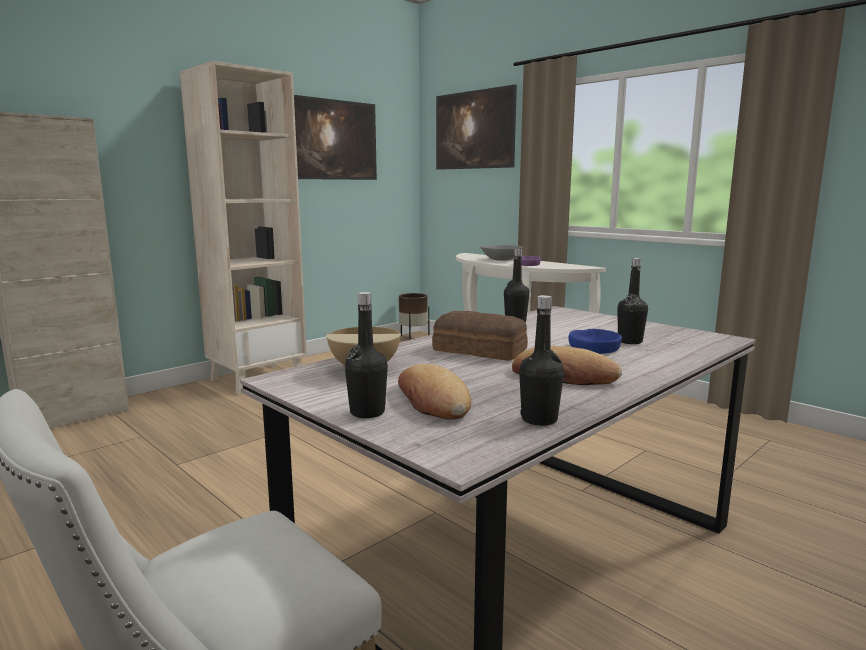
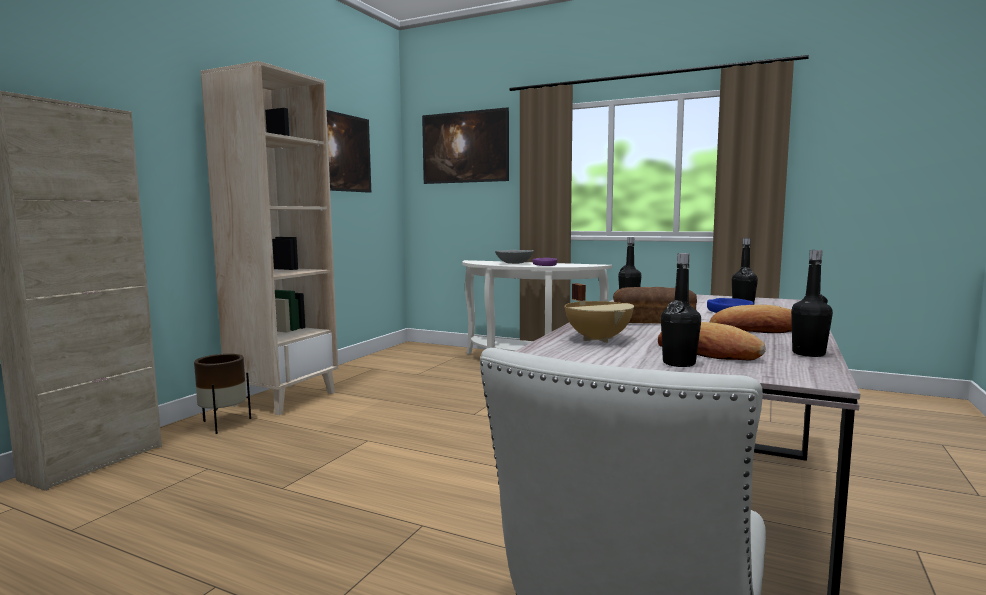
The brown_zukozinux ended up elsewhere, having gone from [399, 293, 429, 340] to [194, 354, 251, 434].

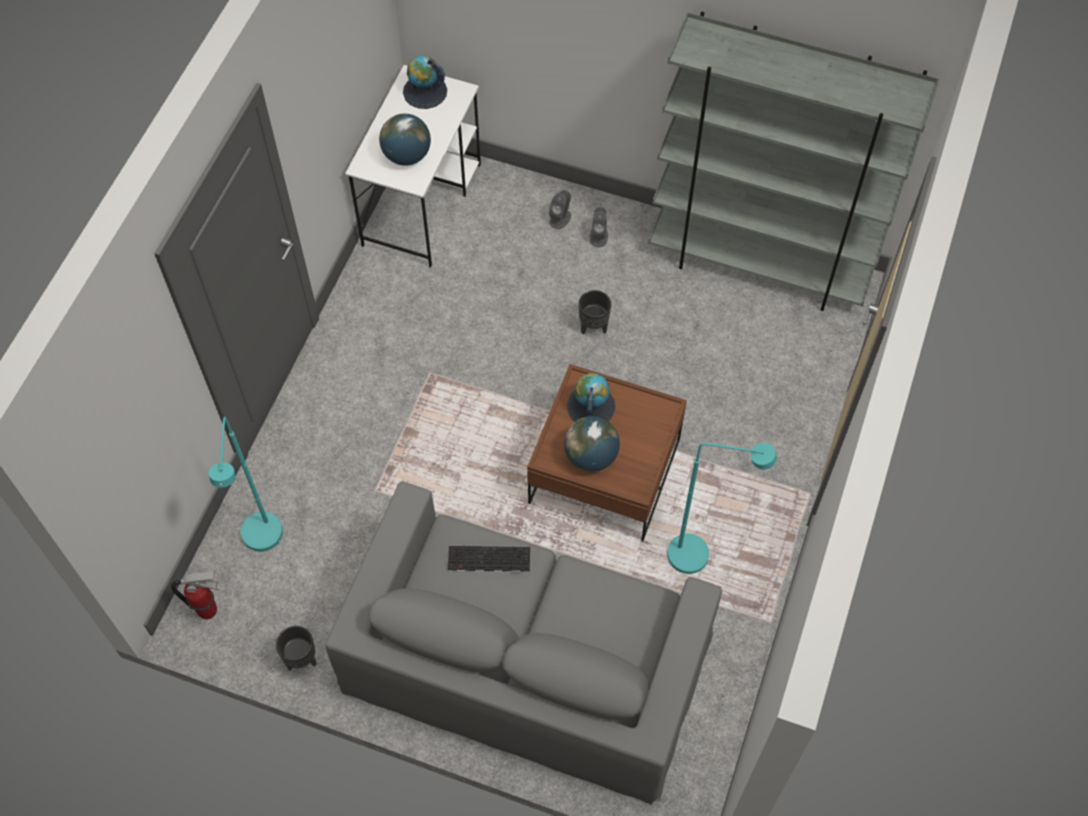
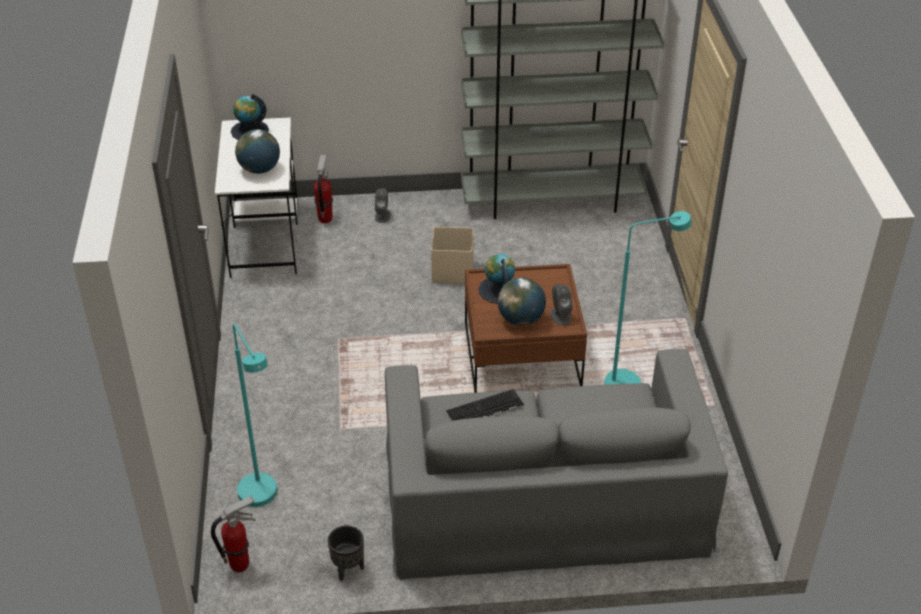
The second view gained the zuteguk at [314, 154, 333, 223].
The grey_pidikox ended up elsewhere, having gone from [590, 207, 608, 247] to [550, 284, 573, 325].
Where the black_zukozinux stood at [579, 290, 611, 334], the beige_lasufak came to stand at [431, 227, 474, 284].

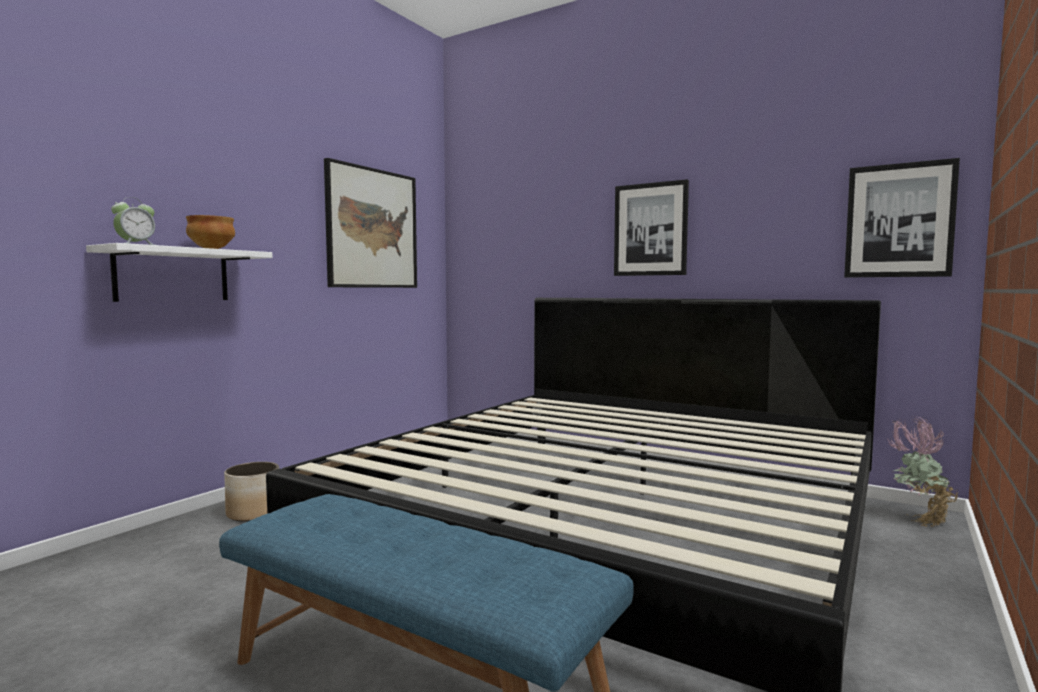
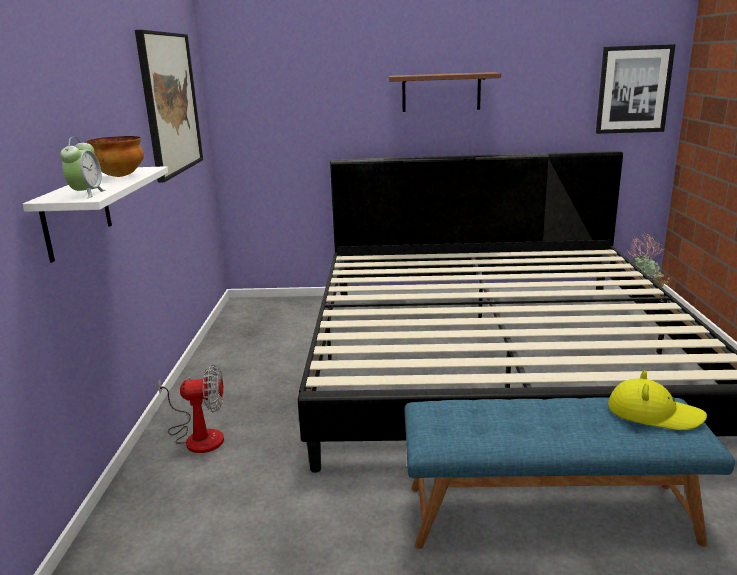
The second view gained the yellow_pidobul at [608, 370, 707, 430].
Where the zukozinux stood at [224, 462, 279, 522], the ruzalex came to stand at [158, 365, 224, 453].
Where the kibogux hung at [614, 179, 689, 276], the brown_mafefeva came to hang at [389, 72, 501, 112].

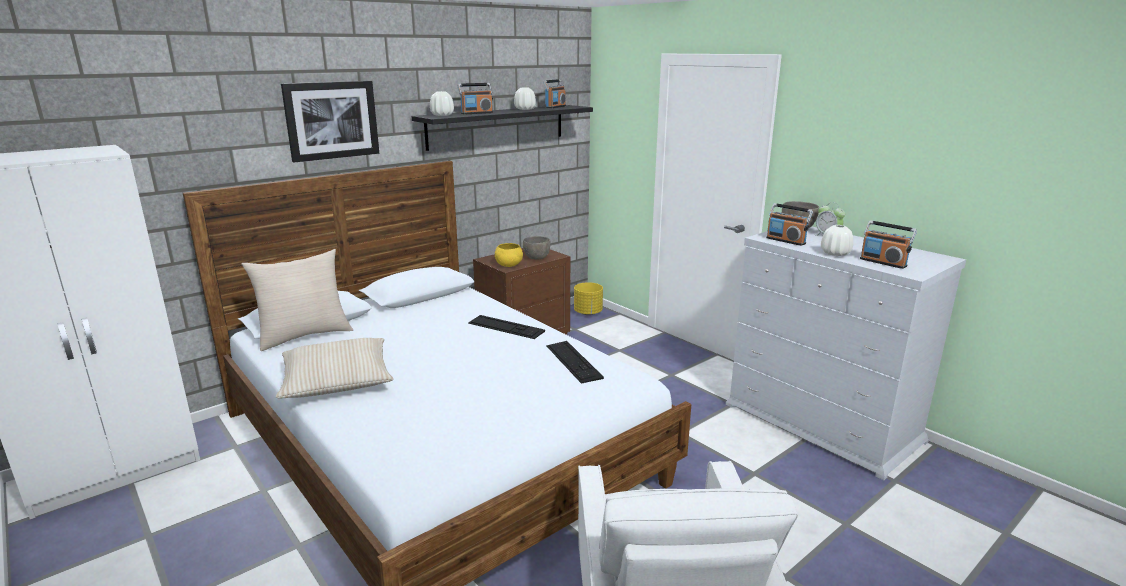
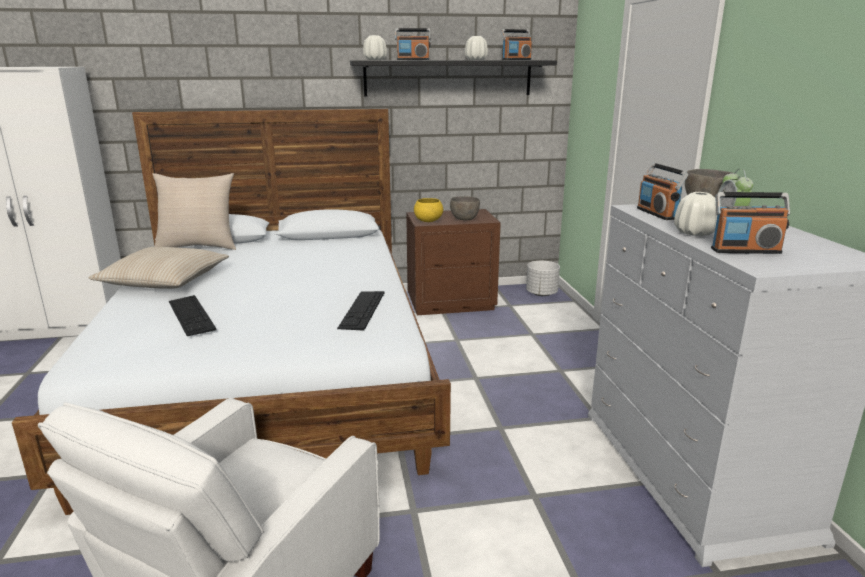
The second view lost the kibogux at [281, 81, 379, 162].
The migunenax ended up elsewhere, having gone from [468, 315, 545, 339] to [169, 295, 216, 336].
What was the yellow_zukozinux at [574, 282, 603, 315] turned into the white_zukozinux at [526, 261, 560, 296].
The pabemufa at [860, 220, 917, 269] ended up facing another way, 75 degrees counterclockwise from before.

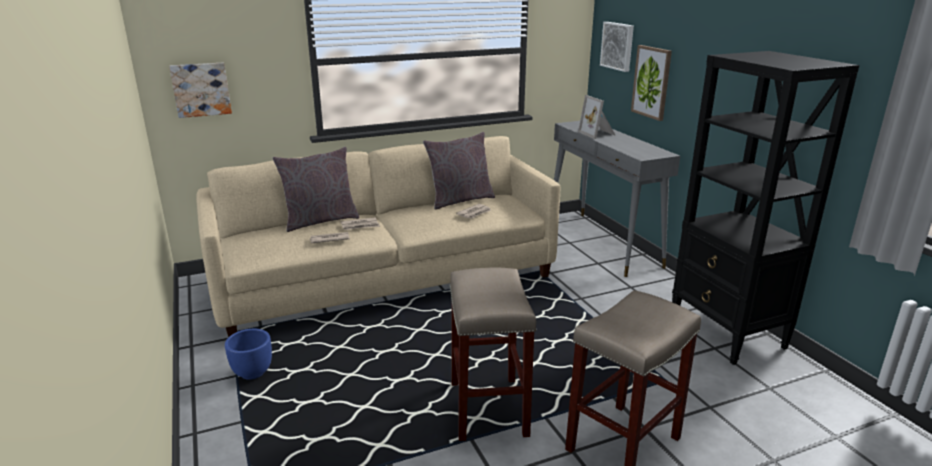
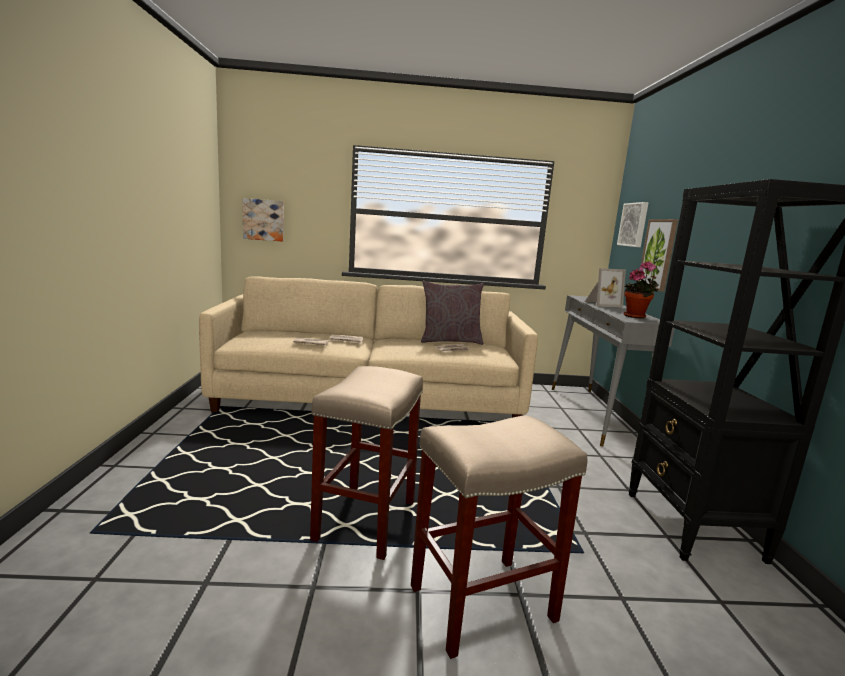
The second view lost the blue_zukozinux at [225, 329, 272, 380].
The second view lost the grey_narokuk at [273, 147, 359, 232].
The second view gained the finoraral at [623, 261, 659, 318].
The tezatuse at [578, 95, 615, 139] ended up facing another way, 105 degrees counterclockwise from before.

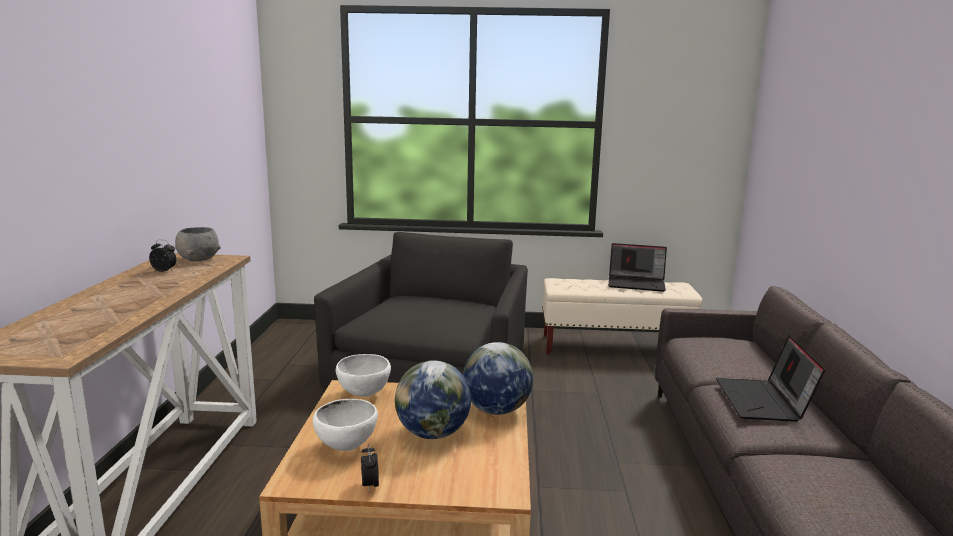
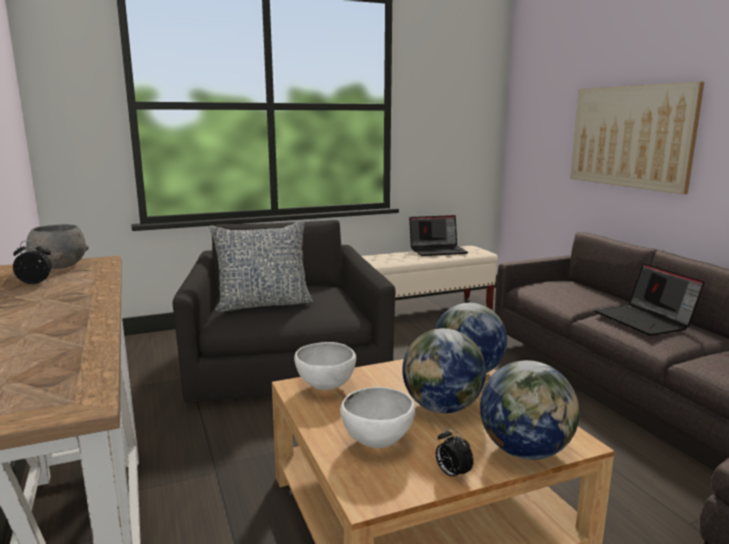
The second view gained the narokuk at [209, 221, 313, 312].
The second view gained the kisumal at [480, 360, 579, 460].
The second view gained the kibogux at [570, 82, 704, 194].

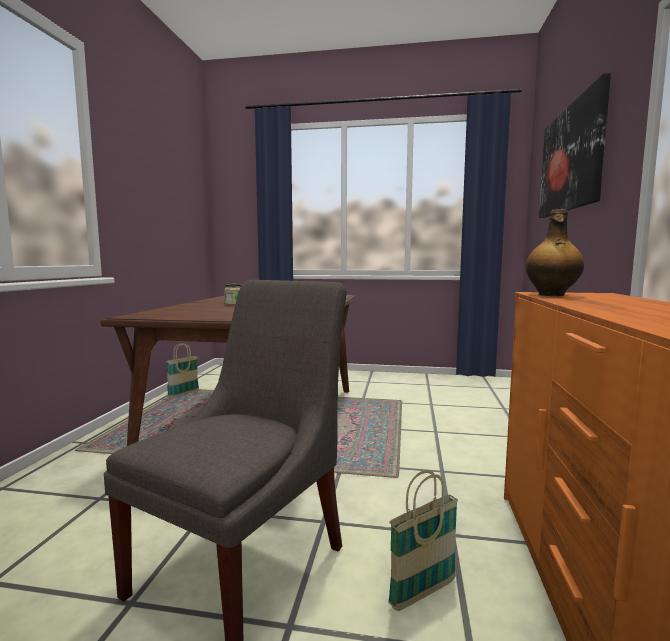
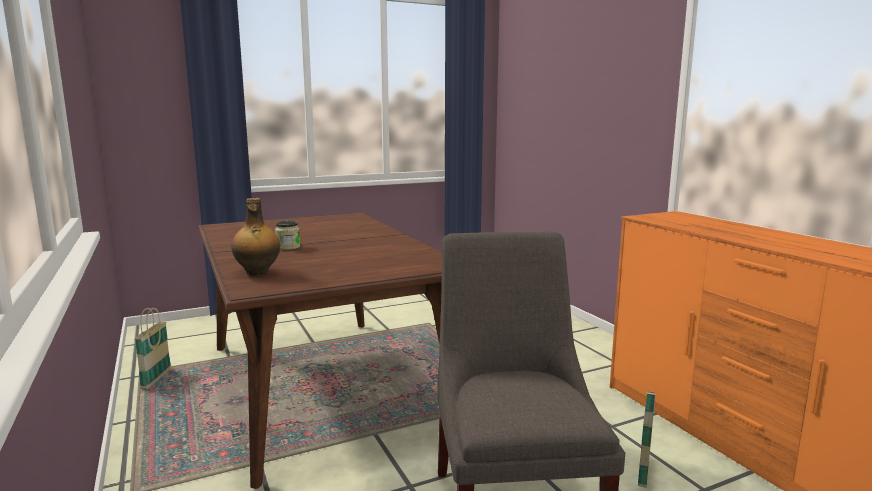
The second view lost the kibogux at [539, 73, 611, 218].
The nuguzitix ended up elsewhere, having gone from [526, 209, 584, 296] to [231, 198, 280, 276].

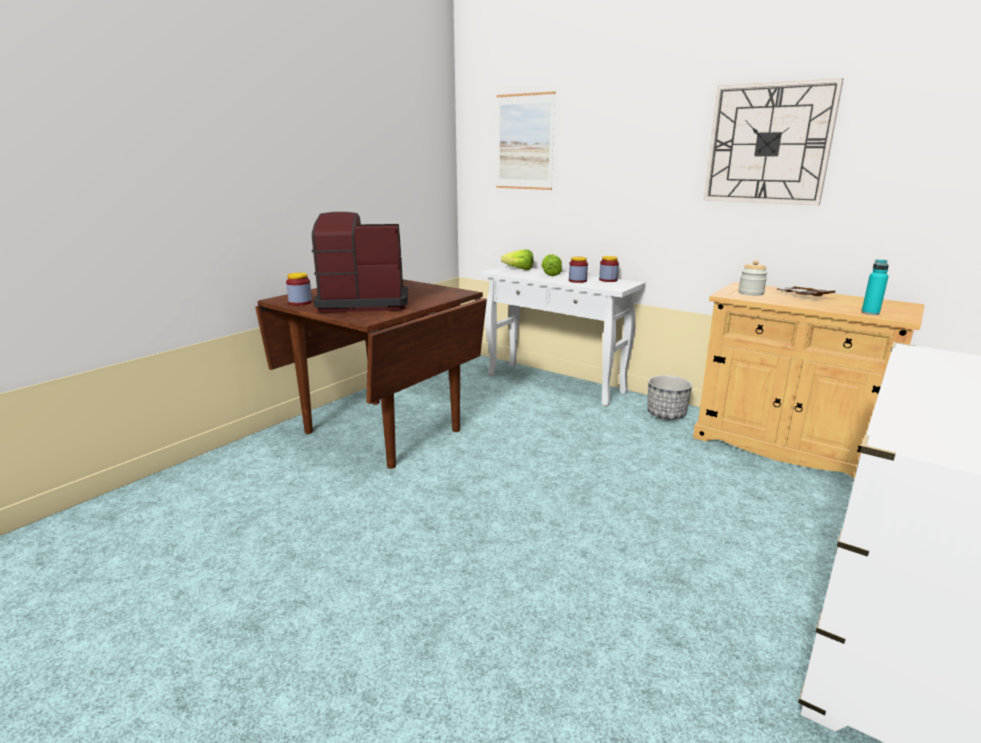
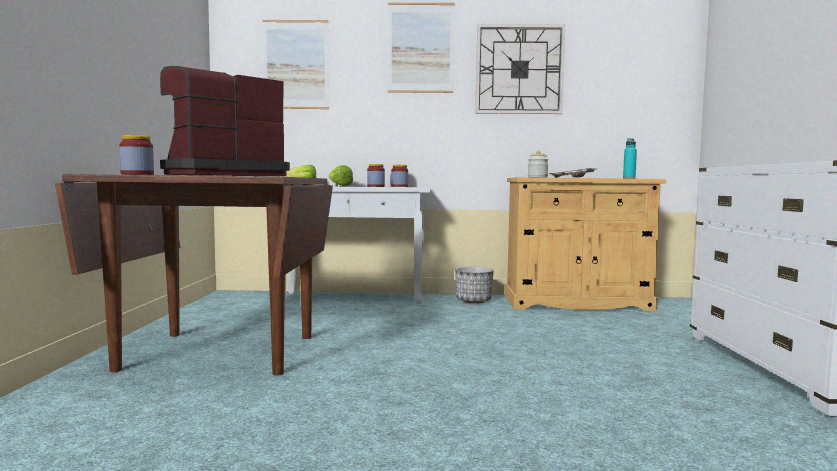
The second view gained the kibogux at [388, 3, 455, 93].

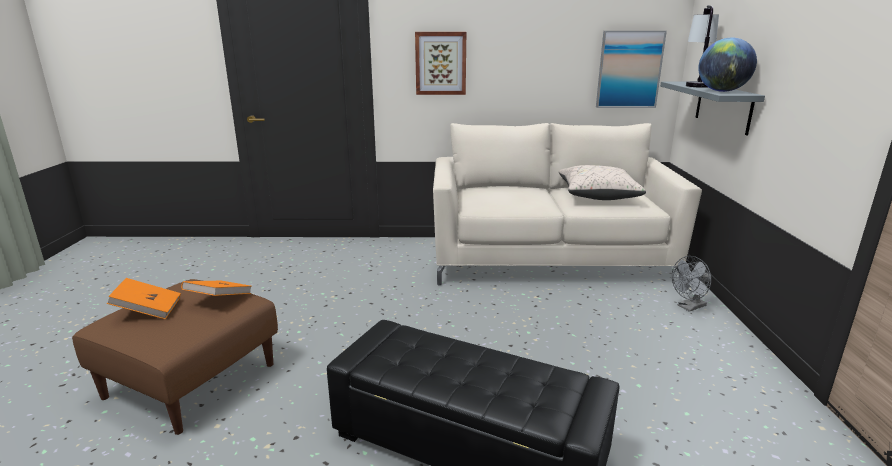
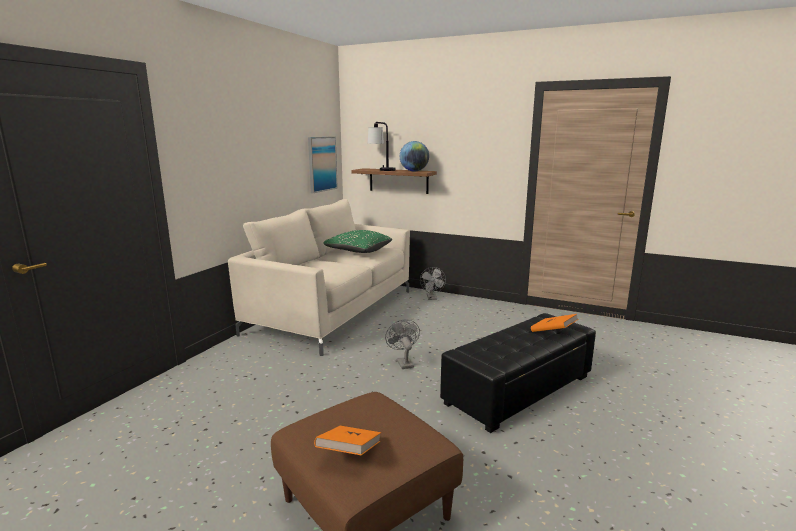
The second view lost the kibogux at [415, 32, 466, 95].
The second view gained the grey_ruzalex at [385, 319, 420, 369].
The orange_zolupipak ended up elsewhere, having gone from [181, 281, 251, 296] to [531, 314, 579, 332].
What was the beige_narokuk at [559, 165, 646, 200] turned into the green_narokuk at [323, 230, 392, 253].
What was the grey_mafefeva at [660, 82, 765, 135] turned into the brown_mafefeva at [351, 168, 437, 194].

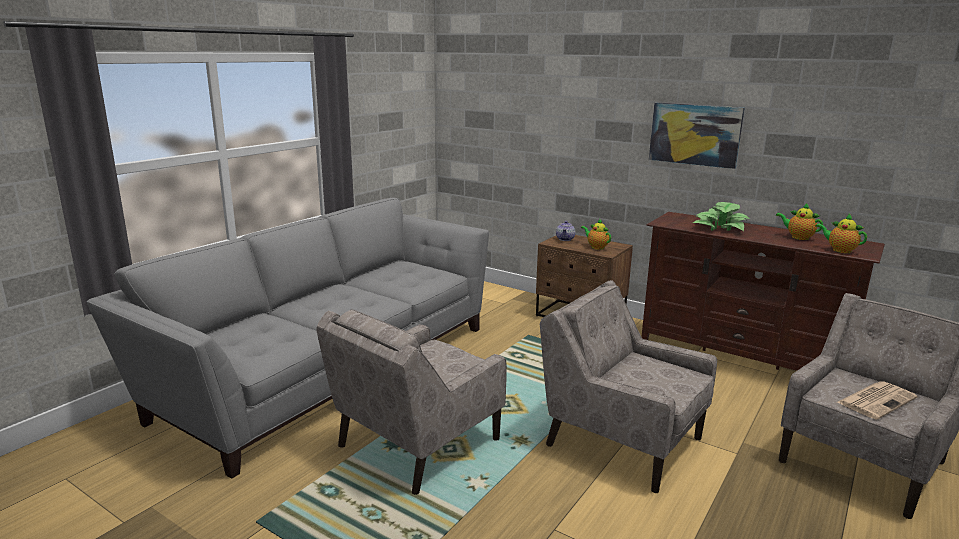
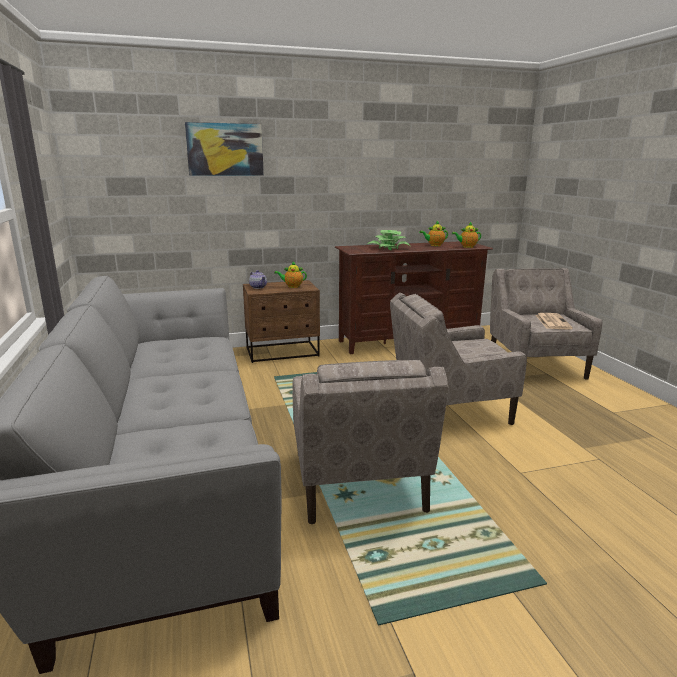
The kibogux ended up elsewhere, having gone from [649, 103, 745, 169] to [185, 122, 264, 176].

